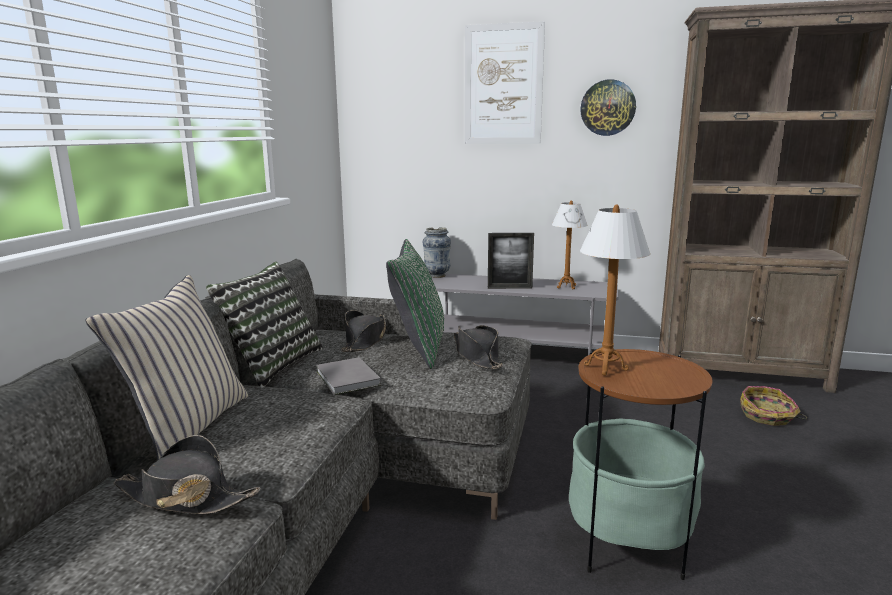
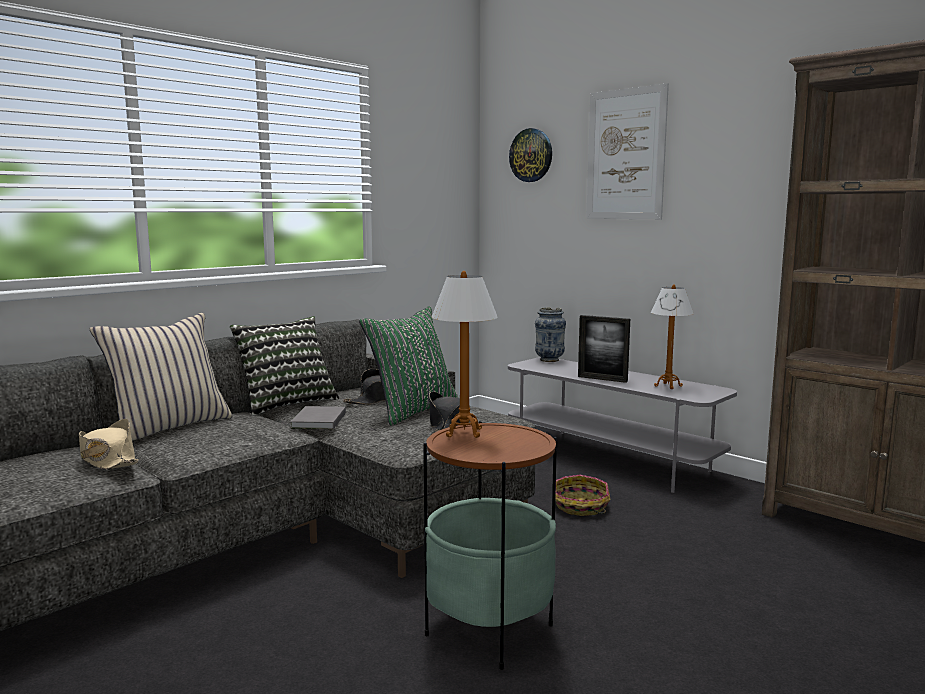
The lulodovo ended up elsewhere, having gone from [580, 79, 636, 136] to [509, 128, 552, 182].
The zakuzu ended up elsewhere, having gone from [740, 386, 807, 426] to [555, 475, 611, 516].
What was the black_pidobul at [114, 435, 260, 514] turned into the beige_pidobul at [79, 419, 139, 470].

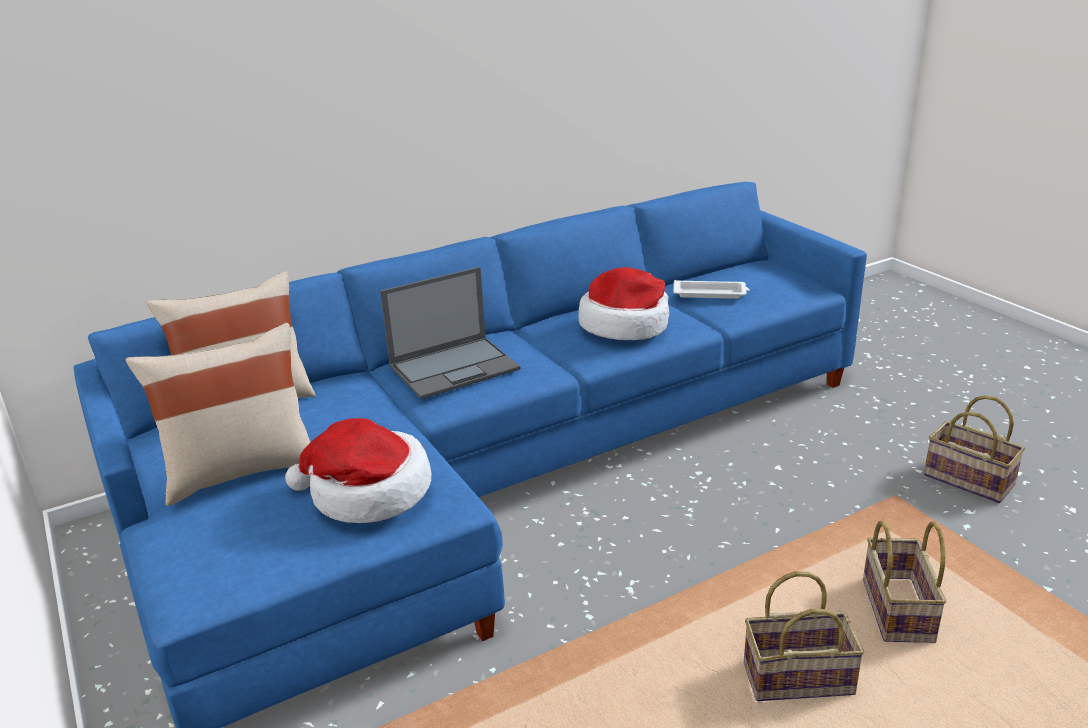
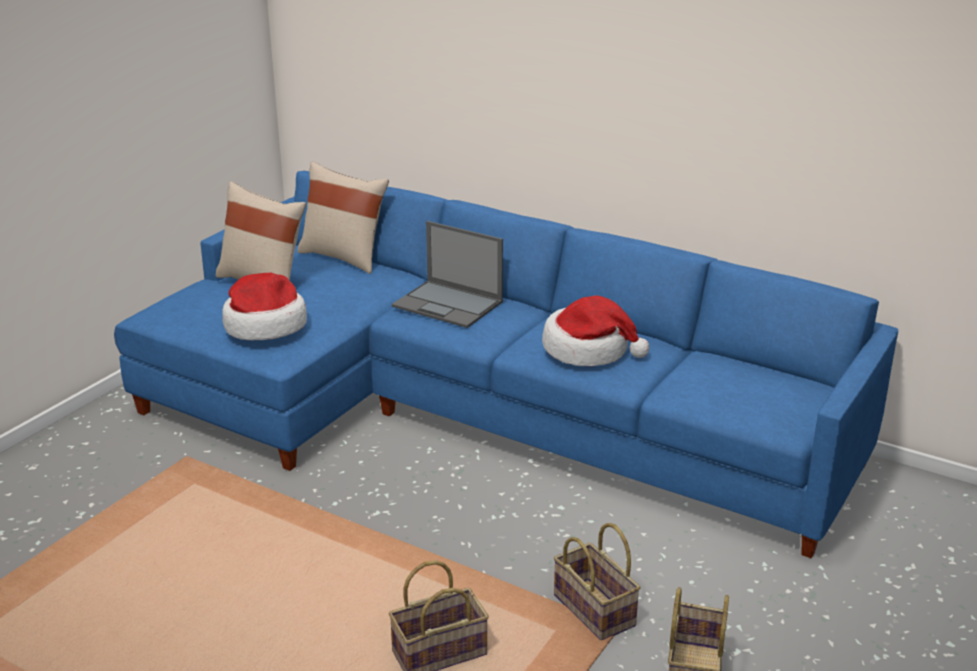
The second view lost the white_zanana at [673, 280, 750, 299].
The zakuzu ended up elsewhere, having gone from [744, 571, 865, 701] to [554, 523, 641, 640].

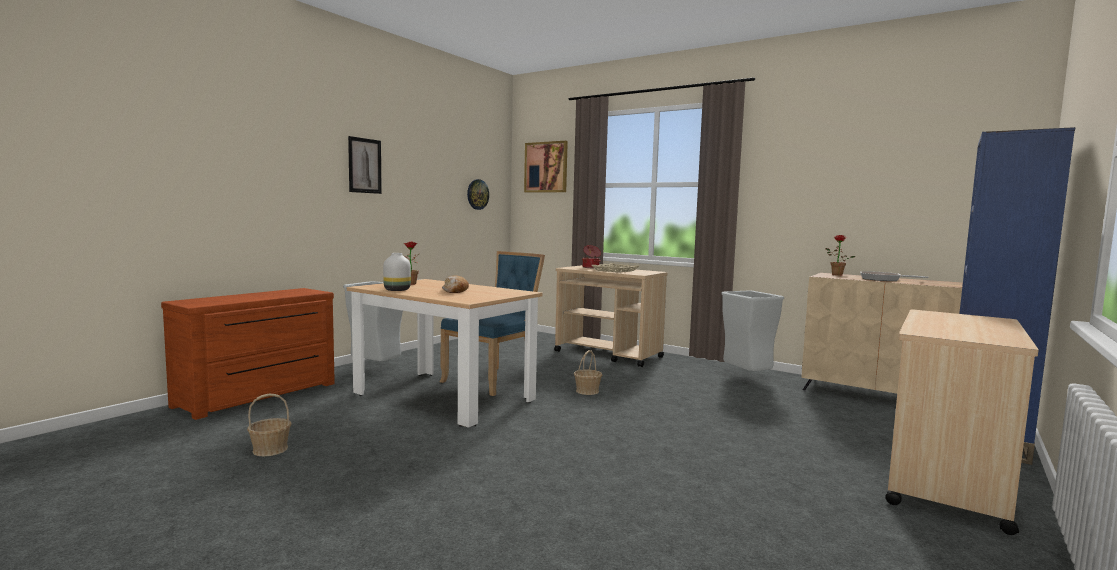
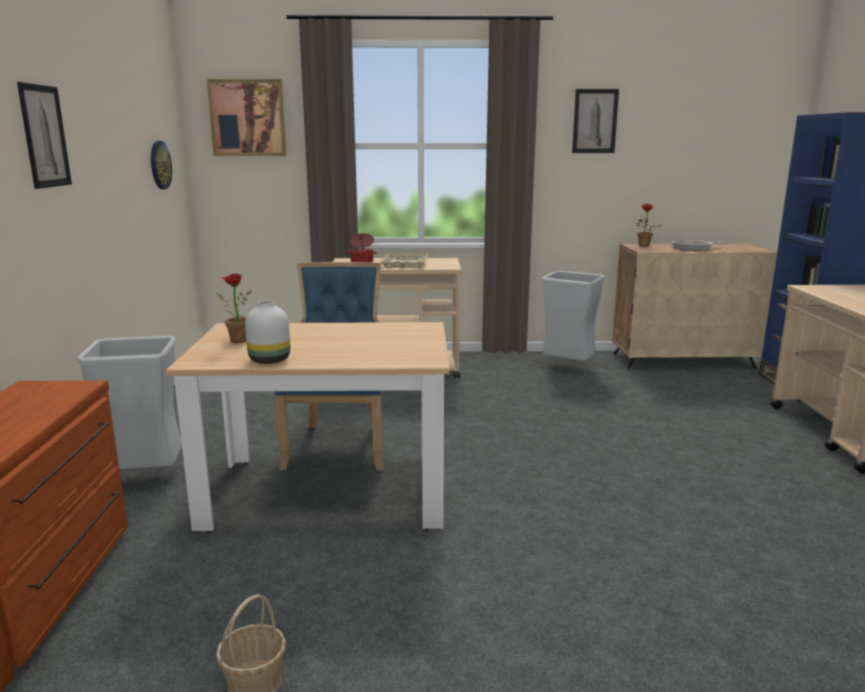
The second view lost the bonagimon at [442, 275, 469, 293].
The second view lost the zakuzu at [574, 350, 602, 395].
The second view gained the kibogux at [572, 89, 619, 153].

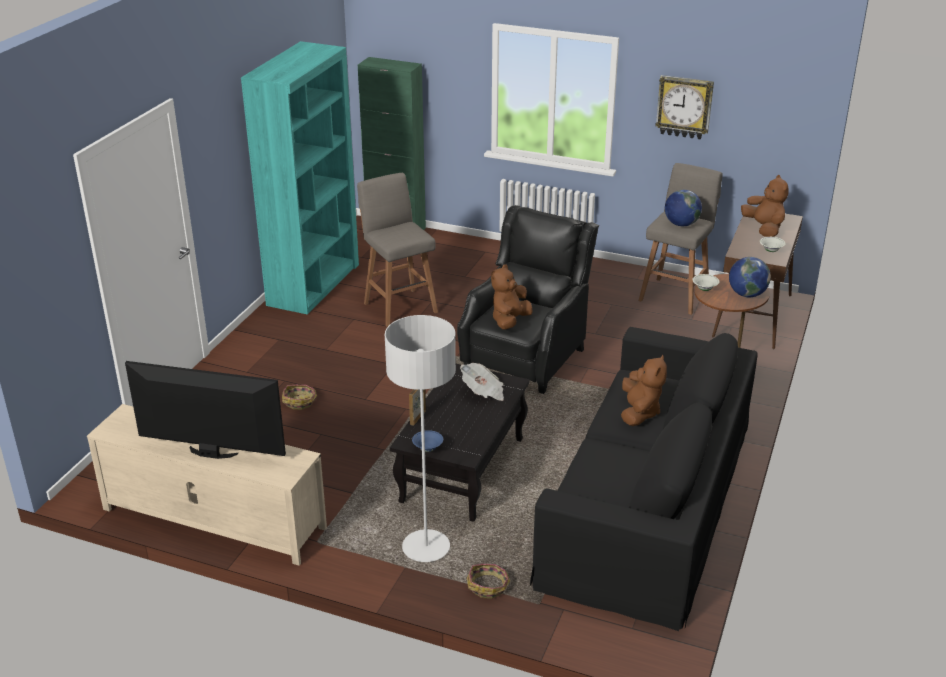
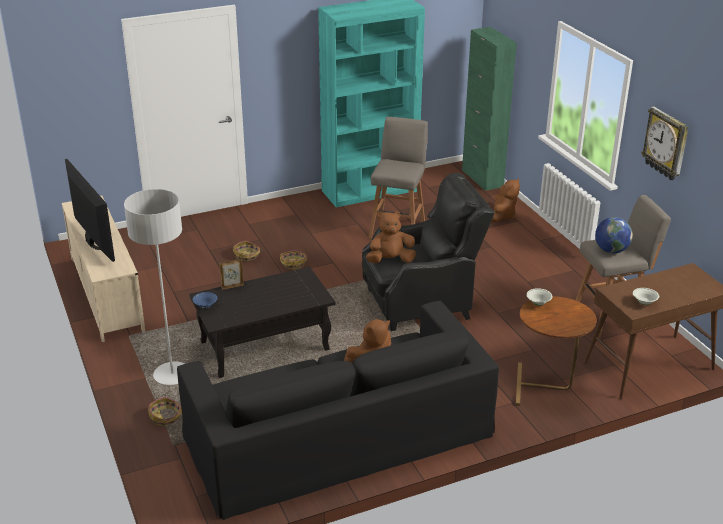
The second view lost the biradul at [460, 363, 504, 401].
The second view lost the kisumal at [729, 257, 771, 297].
The second view gained the zakuzu at [280, 250, 307, 270].
The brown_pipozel ended up elsewhere, having gone from [741, 175, 788, 237] to [491, 178, 520, 222].

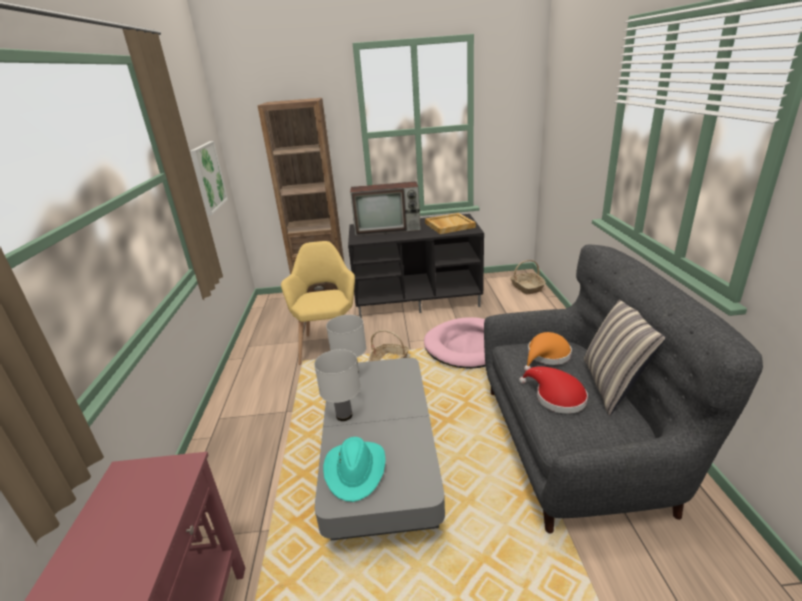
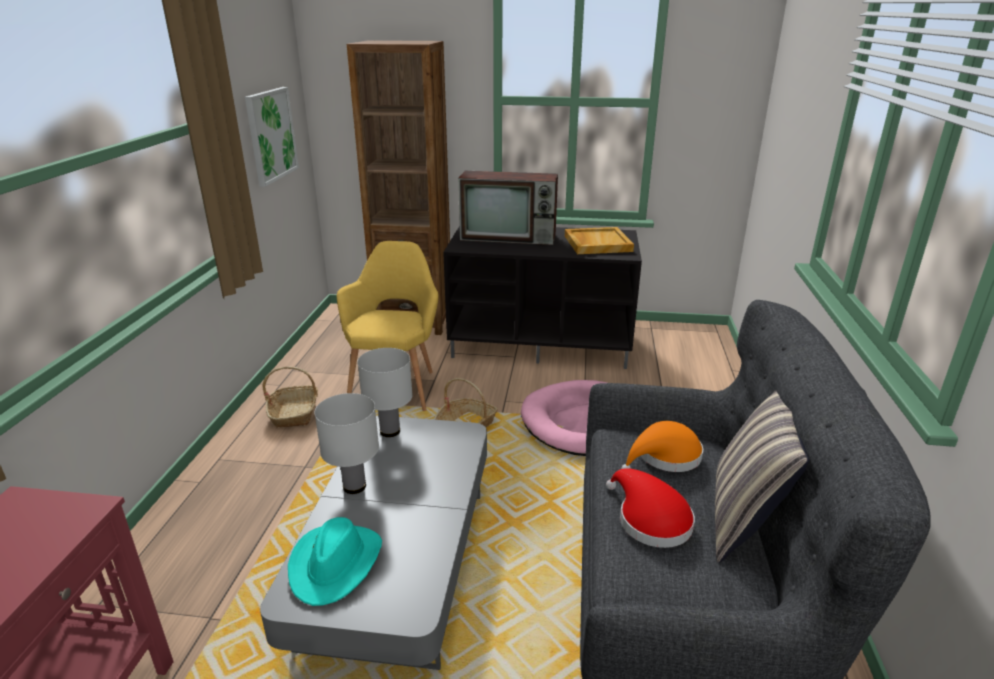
The zakuzu ended up elsewhere, having gone from [510, 260, 546, 295] to [262, 367, 318, 428].

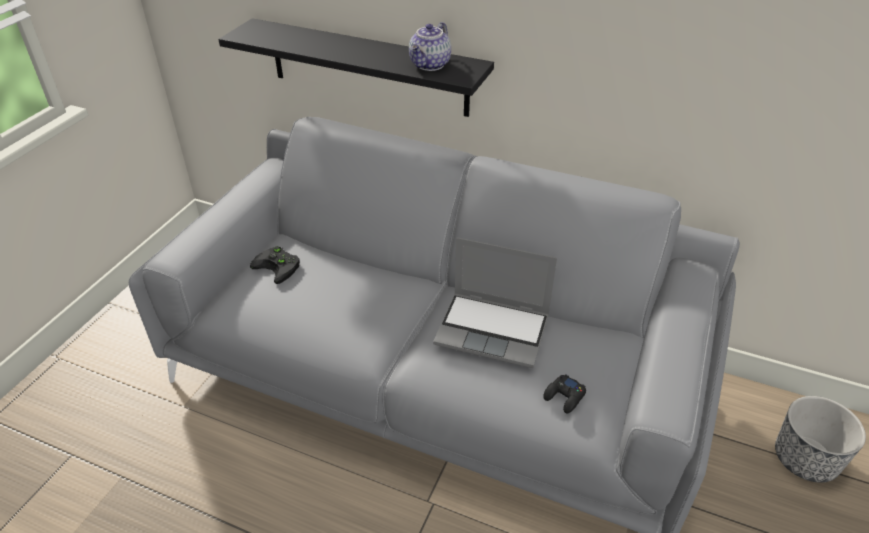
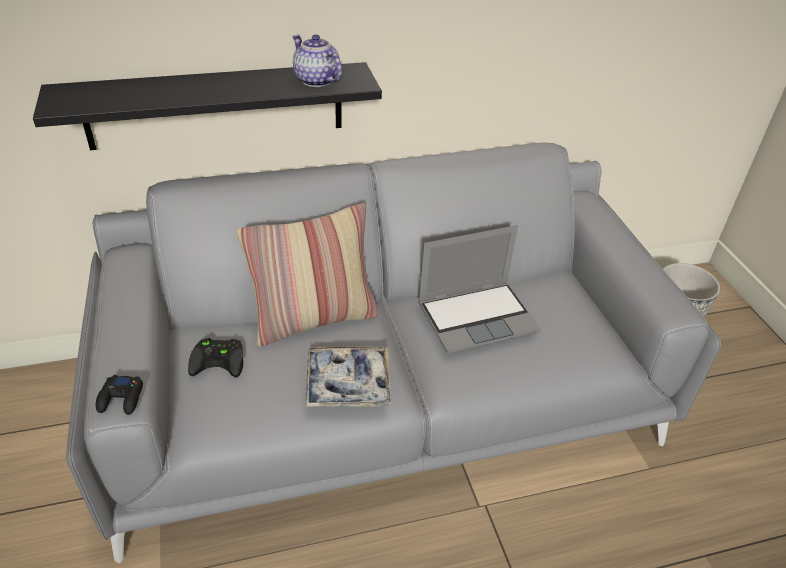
The second view gained the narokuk at [237, 203, 379, 347].
The second view gained the zanana at [305, 346, 391, 407].
The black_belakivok ended up elsewhere, having gone from [543, 375, 586, 413] to [96, 375, 143, 415].
The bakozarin at [409, 22, 451, 71] ended up facing another way, 150 degrees clockwise from before.

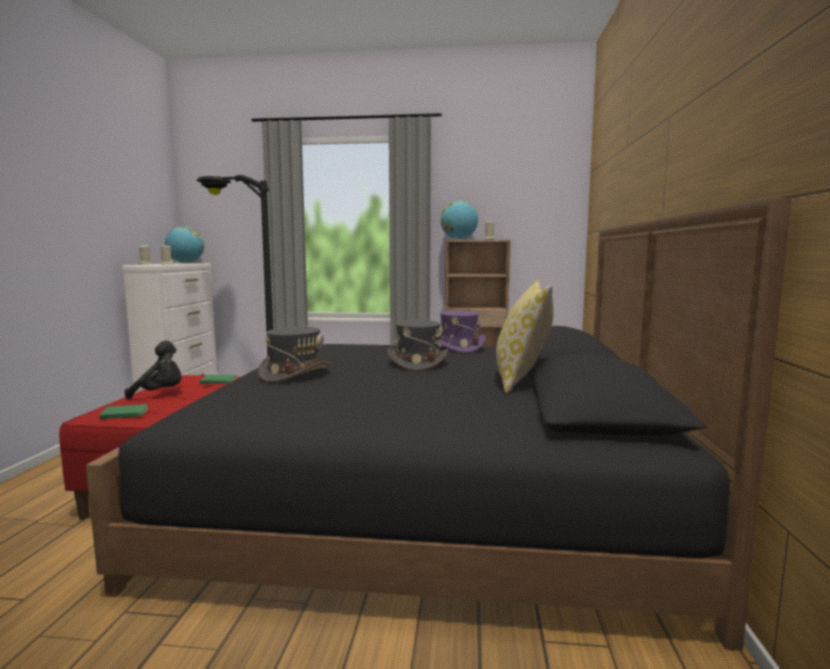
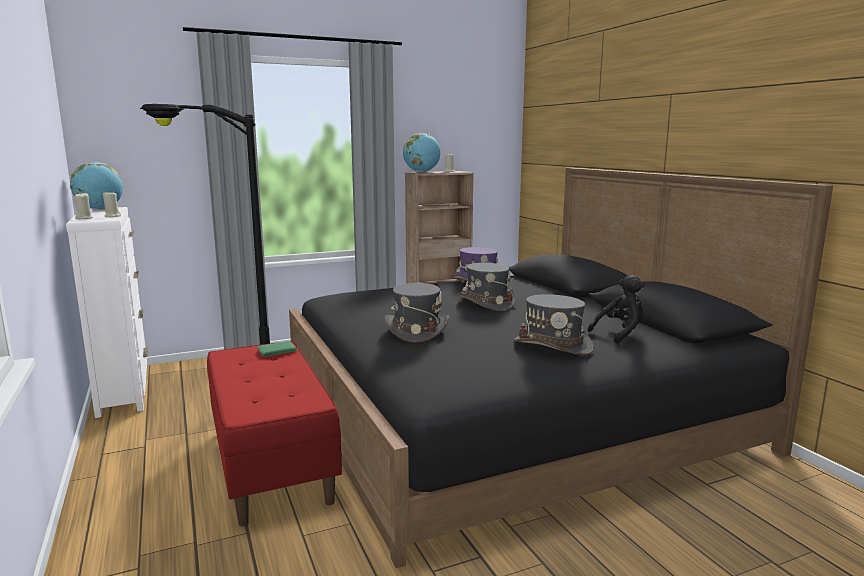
The second view lost the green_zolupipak at [99, 404, 149, 419].
The second view lost the narokuk at [496, 280, 553, 393].
The second view gained the grey_pidobul at [514, 294, 594, 355].
The black_pipozel ended up elsewhere, having gone from [125, 340, 182, 399] to [588, 275, 645, 344].

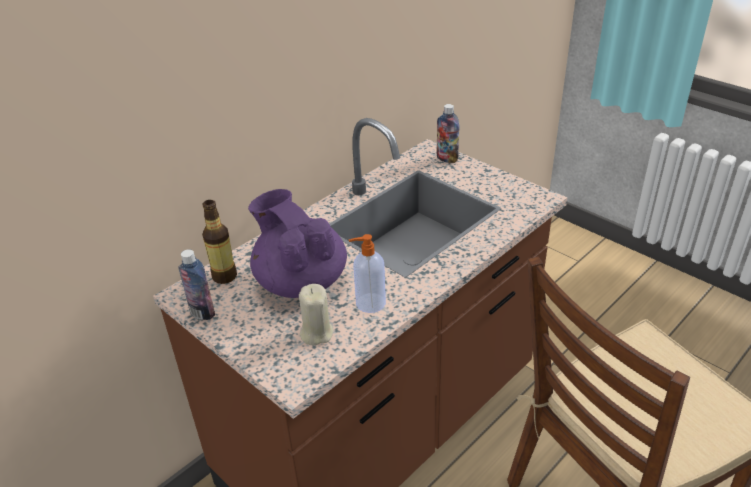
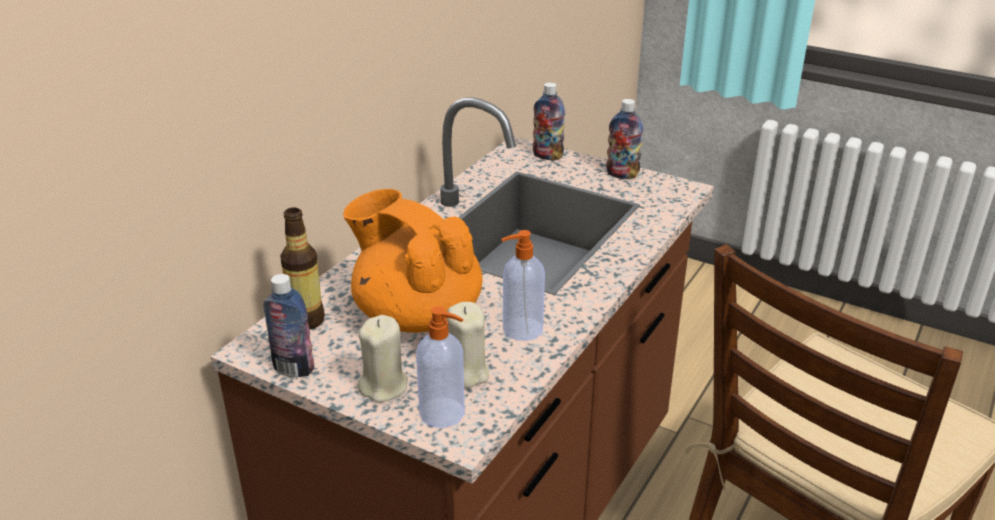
The second view gained the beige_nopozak at [358, 315, 408, 402].
The second view gained the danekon at [416, 306, 465, 428].
The second view gained the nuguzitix at [606, 99, 643, 179].
What was the purple_bakozarin at [248, 189, 347, 298] turned into the orange_bakozarin at [343, 189, 483, 333].

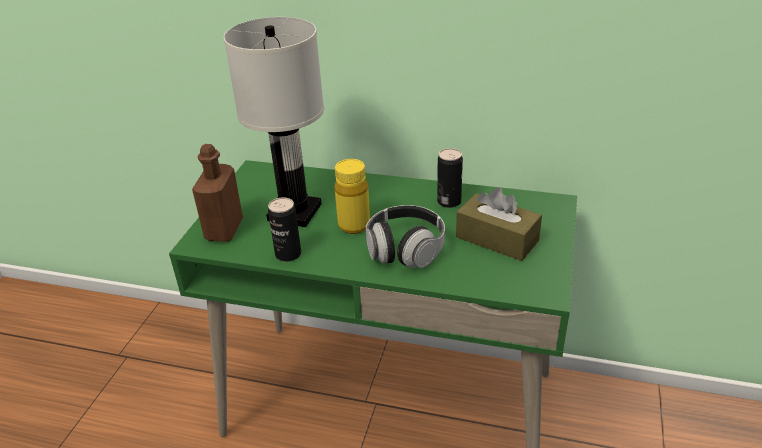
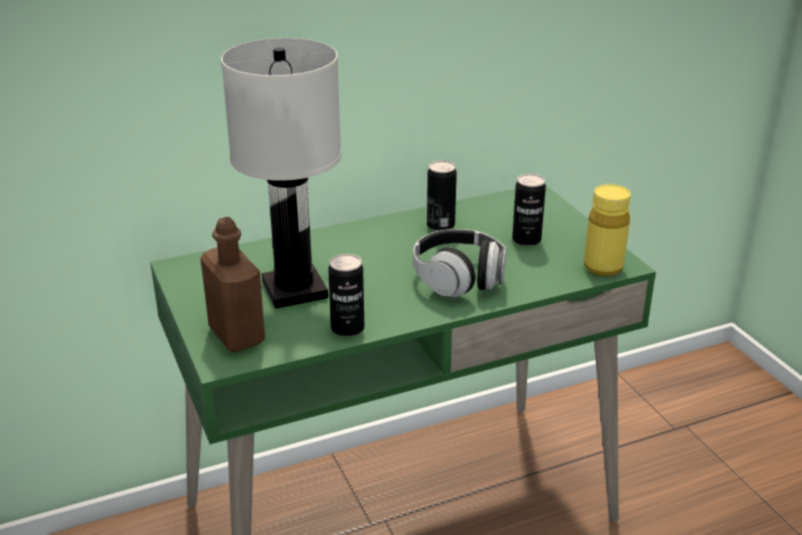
The yellow_nuguzitix ended up elsewhere, having gone from [335, 159, 370, 234] to [584, 184, 631, 276].
Where the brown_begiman stood at [456, 187, 542, 261], the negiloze came to stand at [512, 174, 546, 246].

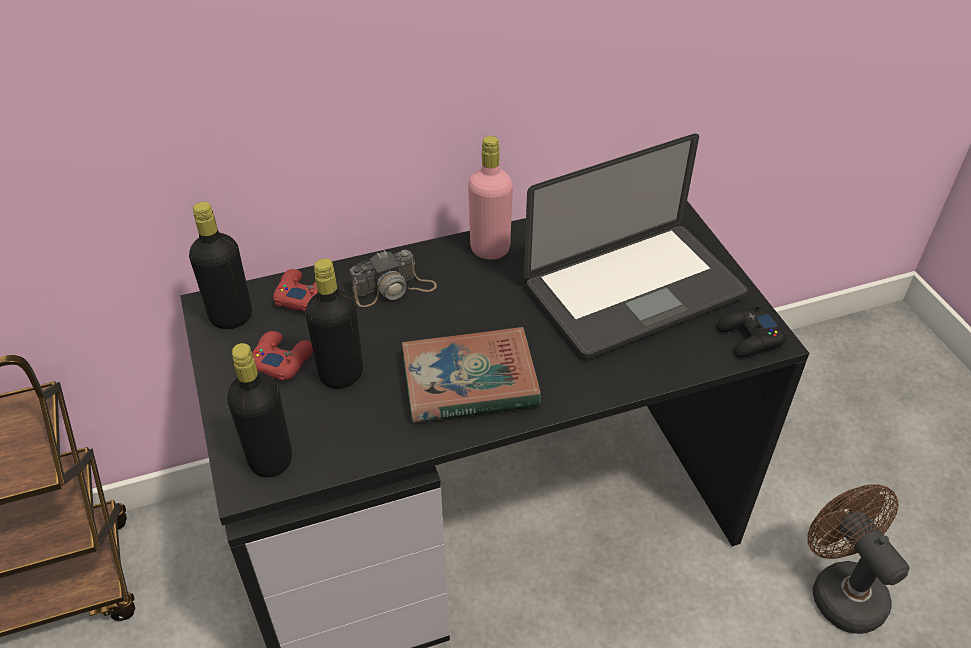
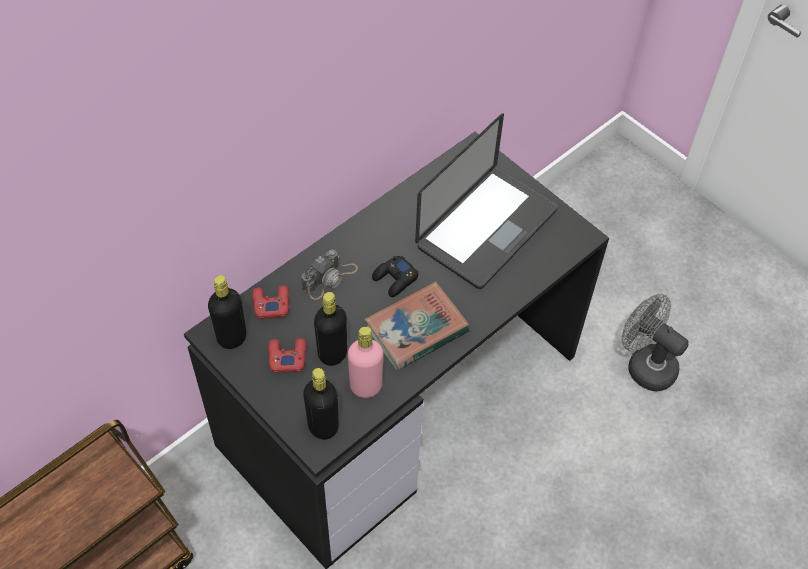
The pink_nuguzitix ended up elsewhere, having gone from [468, 136, 513, 260] to [348, 326, 383, 398].
The black_belakivok ended up elsewhere, having gone from [717, 305, 787, 358] to [372, 256, 418, 297].
What was the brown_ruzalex at [807, 484, 909, 634] turned into the grey_ruzalex at [622, 294, 689, 391].

